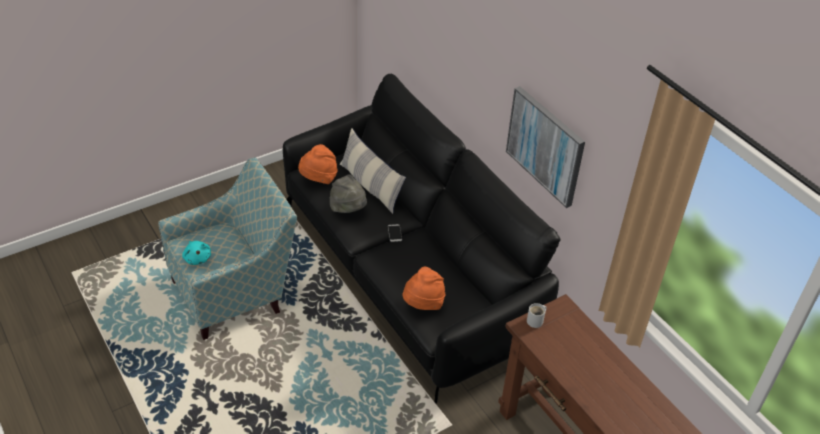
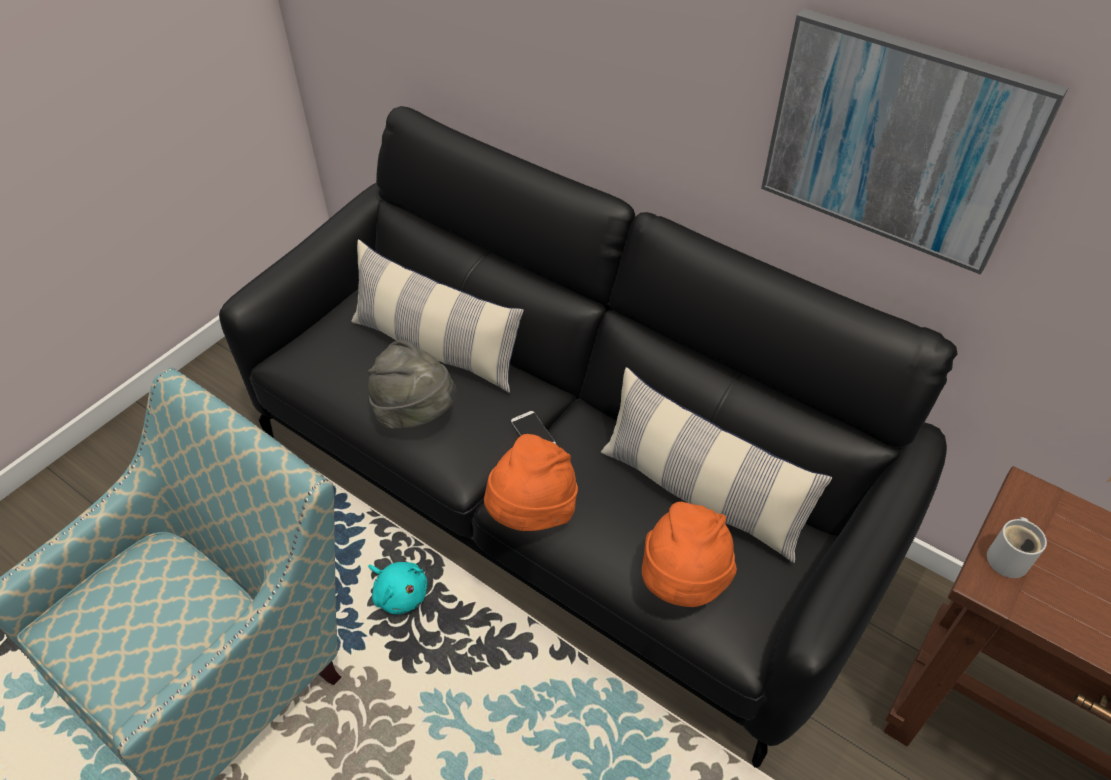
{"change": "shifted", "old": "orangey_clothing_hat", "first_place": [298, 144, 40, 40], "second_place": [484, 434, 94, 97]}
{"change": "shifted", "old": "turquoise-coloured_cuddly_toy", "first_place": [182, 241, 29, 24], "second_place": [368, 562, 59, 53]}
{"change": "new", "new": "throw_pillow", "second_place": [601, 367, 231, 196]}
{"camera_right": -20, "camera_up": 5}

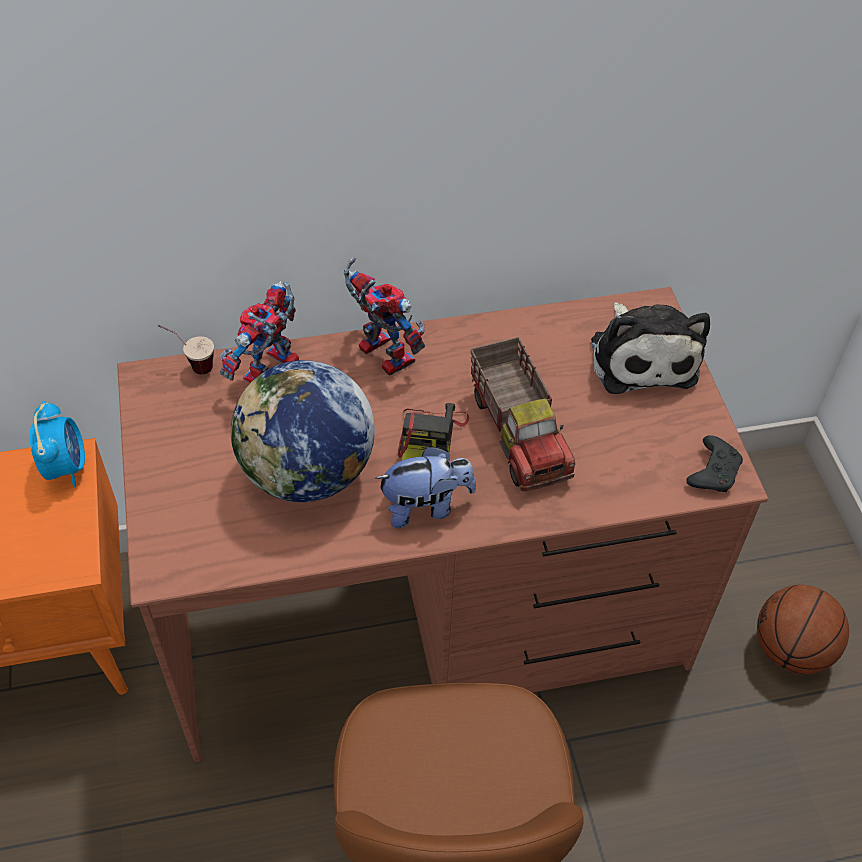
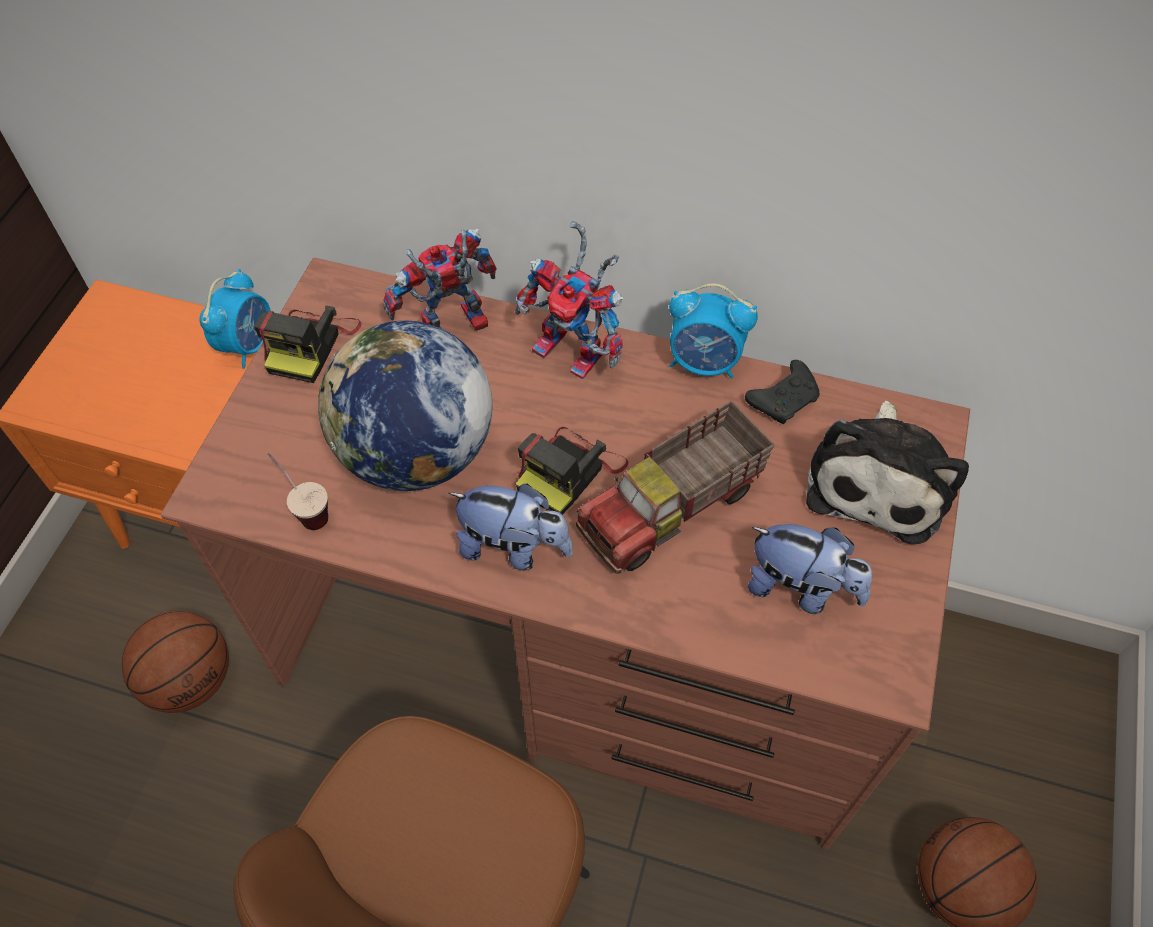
{"change": "rotated", "old": "toy_robot", "first_place": [344, 257, 81, 119], "second_place": [515, 221, 109, 158], "degrees": 135}
{"change": "shifted", "old": "cup", "first_place": [158, 325, 56, 49], "second_place": [267, 452, 61, 78]}
{"change": "rotated", "old": "toy_lorry", "first_place": [471, 337, 104, 154], "second_place": [576, 401, 199, 173], "degrees": 45}
{"change": "shifted", "old": "blackish_gamepad", "first_place": [686, 435, 57, 57], "second_place": [745, 360, 75, 64]}
{"change": "new", "new": "alarm_clock", "second_place": [669, 283, 89, 96]}
{"change": "new", "new": "still_camera", "second_place": [254, 305, 107, 78]}
{"change": "new", "new": "cuddly_toy", "second_place": [748, 524, 124, 90]}
{"change": "new", "new": "ball_for_basketball", "second_place": [122, 611, 107, 102]}
{"camera_right": 30, "camera_up": 5}

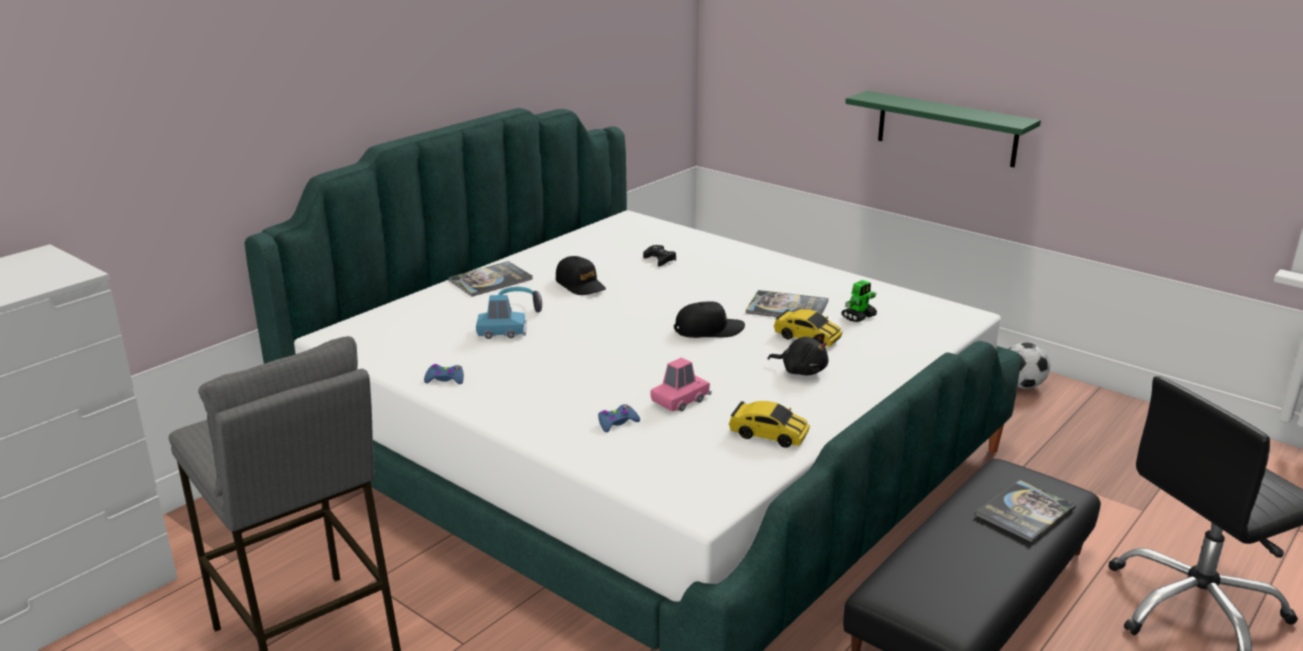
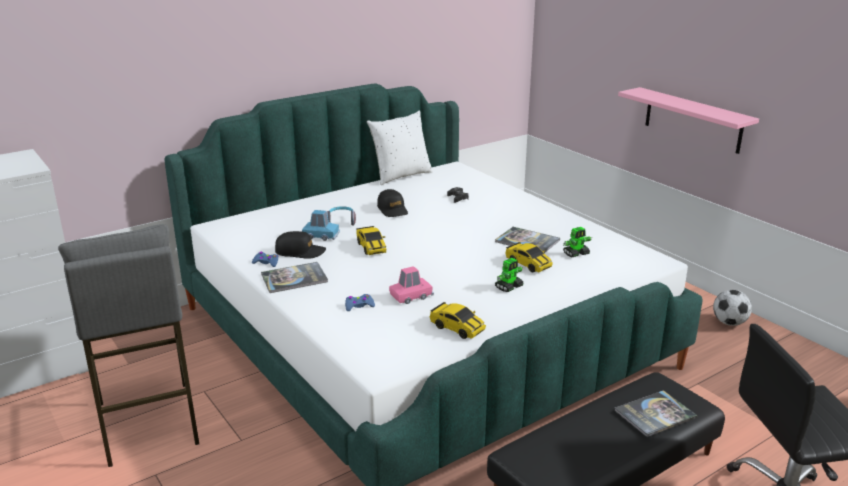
{"change": "repainted", "old": "greenish_bracket_shelf", "new": "pinkish_bracket_shelf", "first_place": [845, 91, 196, 76], "second_place": [618, 87, 141, 67]}
{"change": "shifted", "old": "volume", "first_place": [448, 261, 85, 35], "second_place": [261, 262, 67, 31]}
{"change": "shifted", "old": "blackish_cap", "first_place": [674, 301, 71, 37], "second_place": [275, 231, 51, 28]}
{"change": "swapped", "old": "blackish_cuddly_toy", "new": "toy_robot", "first_place": [768, 333, 60, 42], "second_place": [495, 258, 29, 34]}
{"change": "new", "new": "white-coloured_throw_pillow", "second_place": [367, 110, 66, 75]}
{"change": "new", "new": "model_car", "second_place": [356, 226, 30, 29]}
{"camera_right": 15, "camera_up": 0}

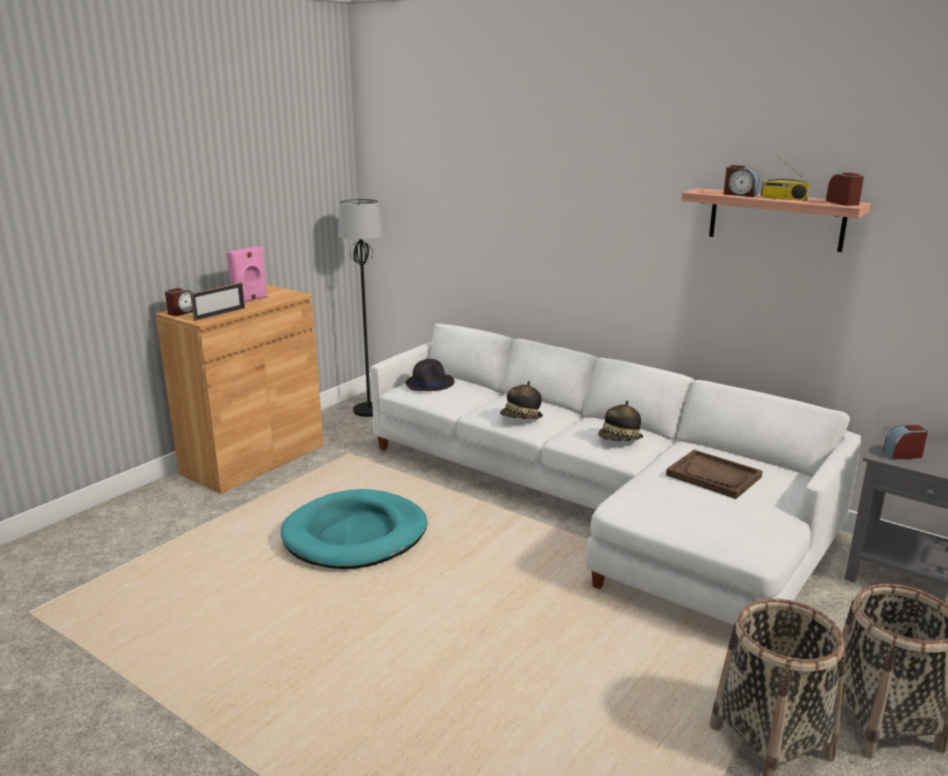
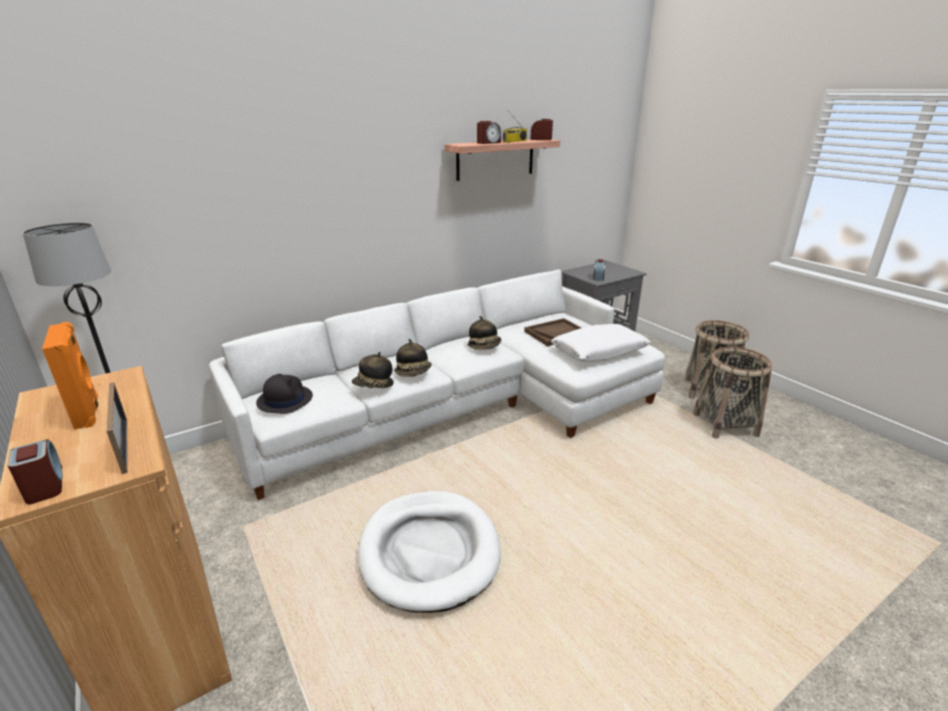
{"change": "repainted", "old": "pinkish_audio_speaker", "new": "orangey_audio_speaker", "first_place": [227, 246, 41, 56], "second_place": [42, 322, 56, 108]}
{"change": "repainted", "old": "turquoise-coloured_dog_cushion", "new": "white-coloured_dog_cushion", "first_place": [281, 489, 147, 80], "second_place": [358, 491, 143, 122]}
{"change": "new", "new": "white-coloured_throw_pillow", "second_place": [551, 324, 100, 38]}
{"change": "new", "new": "clothing_hat", "second_place": [352, 352, 42, 36]}
{"camera_right": -70, "camera_up": 5}

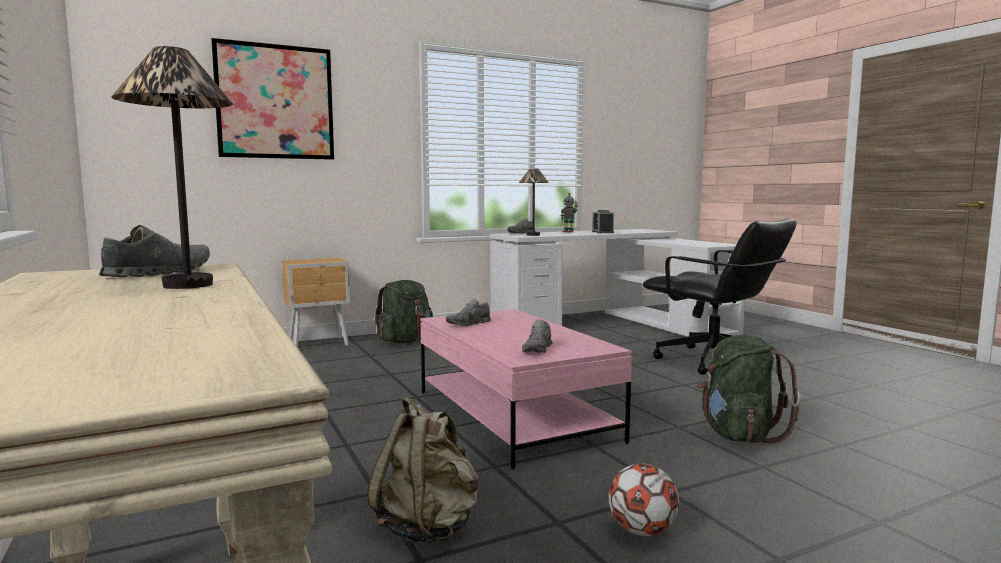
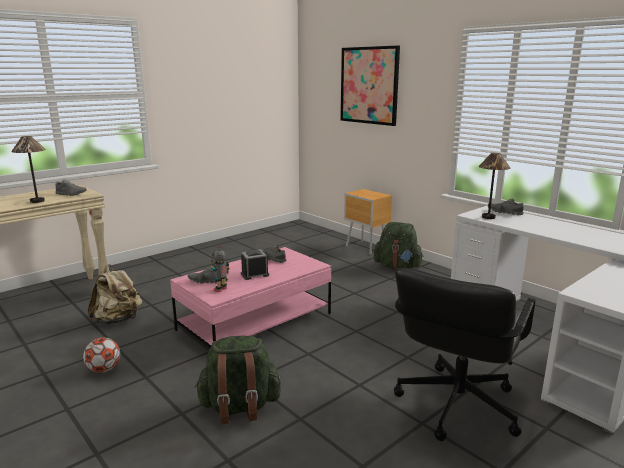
{"change": "shifted", "old": "toy_robot", "first_place": [561, 193, 17, 40], "second_place": [211, 246, 19, 46]}
{"change": "shifted", "old": "alarm_clock", "first_place": [592, 210, 22, 23], "second_place": [241, 250, 28, 30]}
{"camera_right": 75, "camera_up": 10}

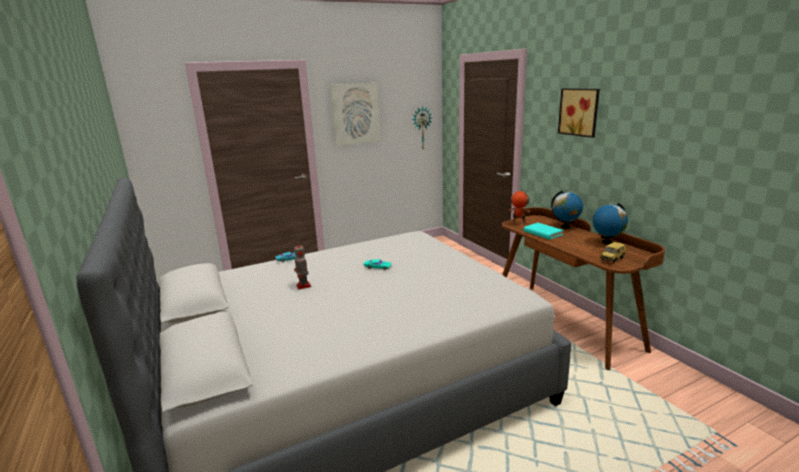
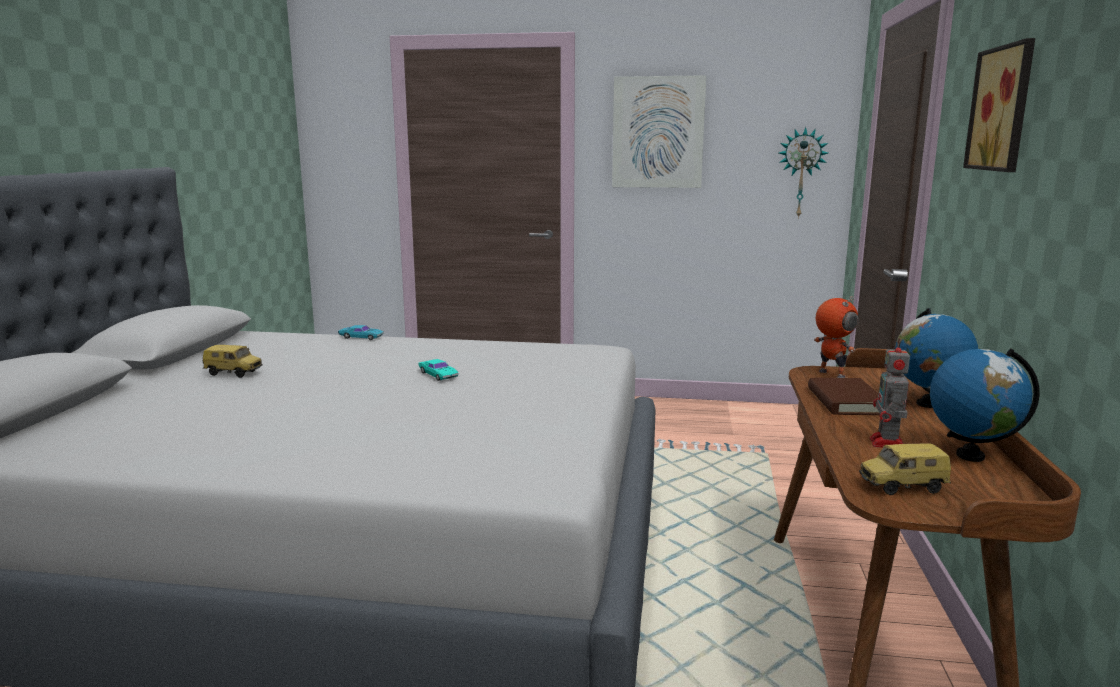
{"change": "repainted", "old": "turquoise-coloured_volume", "new": "brownish_volume", "first_place": [524, 223, 40, 17], "second_place": [808, 378, 72, 37]}
{"change": "shifted", "old": "toy_robot", "first_place": [294, 242, 17, 48], "second_place": [870, 338, 40, 110]}
{"change": "new", "new": "model_car", "second_place": [203, 345, 59, 33]}
{"camera_right": 35, "camera_up": -5}

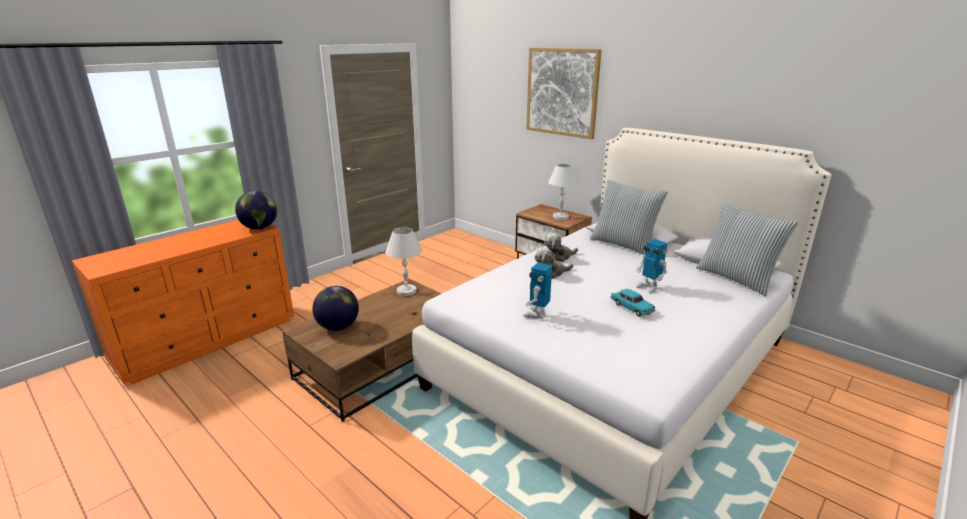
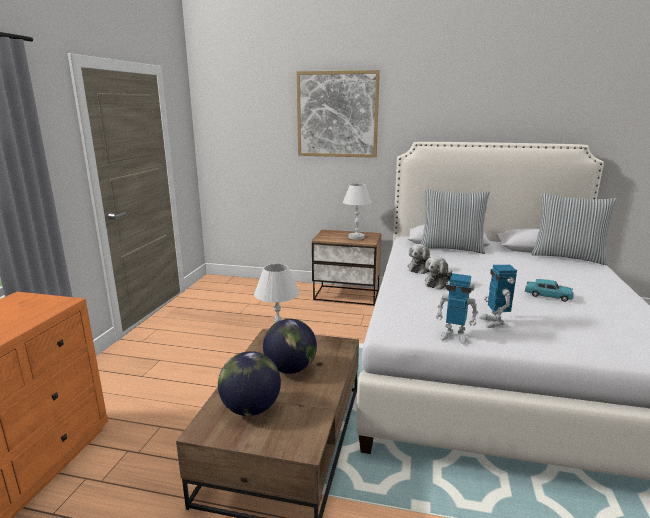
{"change": "shifted", "old": "globe", "first_place": [235, 191, 42, 38], "second_place": [263, 319, 54, 55]}
{"change": "shifted", "old": "toy_robot", "first_place": [636, 239, 32, 55], "second_place": [436, 273, 42, 72]}
{"camera_right": -30, "camera_up": -5}

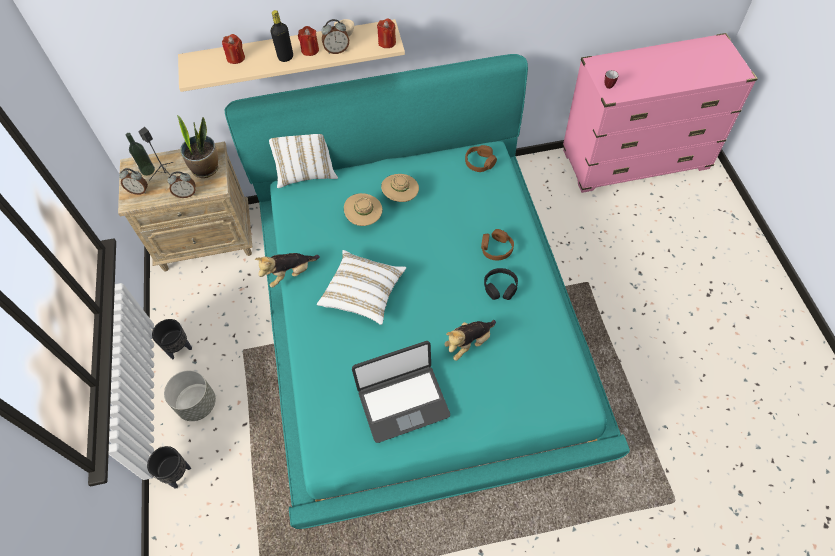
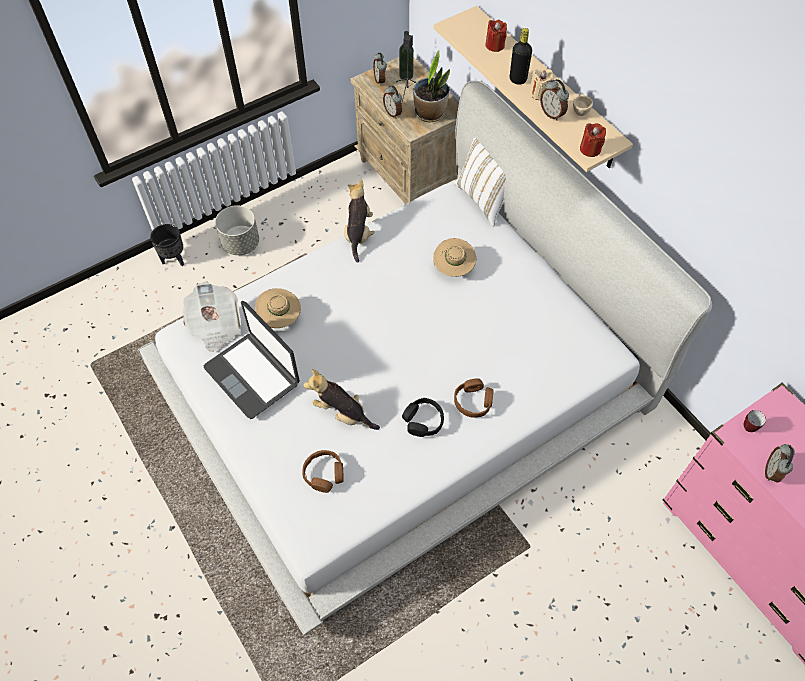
{"change": "repainted", "old": "reddish_candle", "new": "sand-coloured_candle", "first_place": [298, 26, 21, 30], "second_place": [529, 67, 25, 33]}
{"change": "repainted", "old": "turquoise-coloured_bedroom_bed", "new": "white-coloured_bedroom_bed", "first_place": [225, 54, 405, 475], "second_place": [138, 81, 574, 555]}
{"change": "shifted", "old": "brownish_headphones", "first_place": [465, 145, 32, 27], "second_place": [302, 450, 42, 43]}
{"change": "shifted", "old": "sand-coloured_clothing_hat", "first_place": [381, 174, 38, 28], "second_place": [255, 288, 46, 40]}
{"change": "gone", "old": "white-coloured_throw_pillow", "first_place": [317, 250, 89, 75]}
{"change": "rotated", "old": "cuddly_toy", "first_place": [255, 253, 65, 34], "second_place": [344, 179, 31, 84], "degrees": 60}
{"change": "gone", "old": "blackish_plant_pot", "first_place": [152, 319, 40, 40]}
{"change": "new", "new": "daily_paper", "second_place": [183, 282, 58, 70]}
{"change": "new", "new": "alarm_clock", "second_place": [765, 444, 30, 39]}
{"camera_right": 65, "camera_up": 0}

